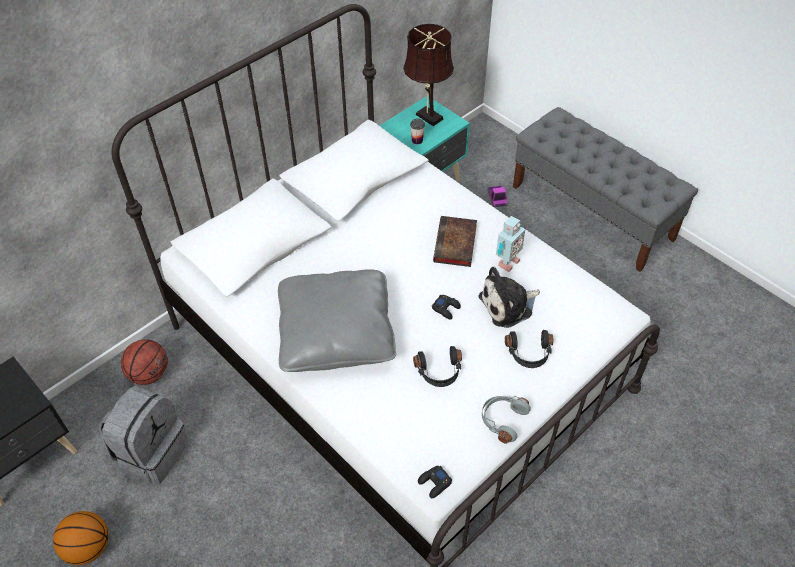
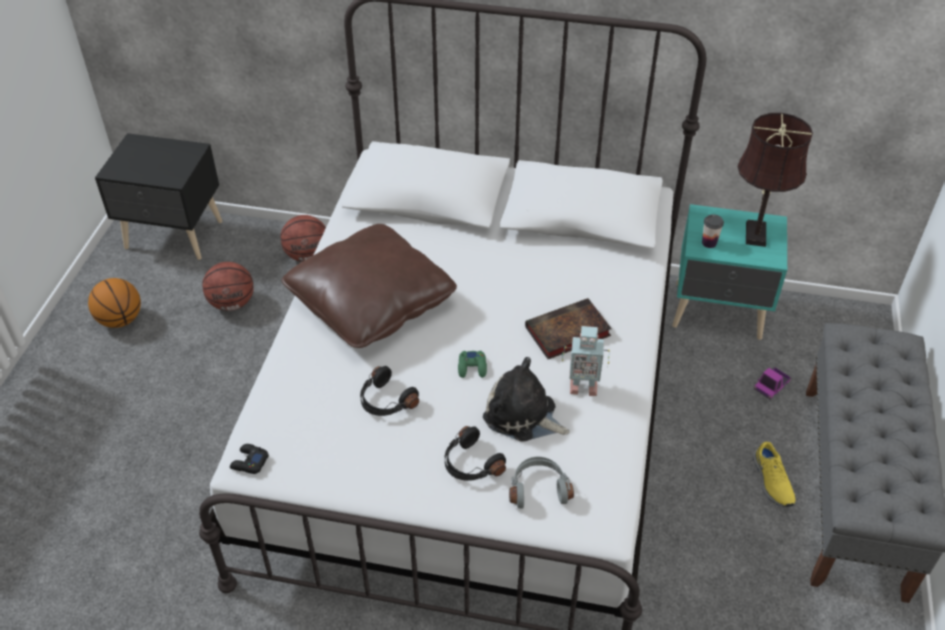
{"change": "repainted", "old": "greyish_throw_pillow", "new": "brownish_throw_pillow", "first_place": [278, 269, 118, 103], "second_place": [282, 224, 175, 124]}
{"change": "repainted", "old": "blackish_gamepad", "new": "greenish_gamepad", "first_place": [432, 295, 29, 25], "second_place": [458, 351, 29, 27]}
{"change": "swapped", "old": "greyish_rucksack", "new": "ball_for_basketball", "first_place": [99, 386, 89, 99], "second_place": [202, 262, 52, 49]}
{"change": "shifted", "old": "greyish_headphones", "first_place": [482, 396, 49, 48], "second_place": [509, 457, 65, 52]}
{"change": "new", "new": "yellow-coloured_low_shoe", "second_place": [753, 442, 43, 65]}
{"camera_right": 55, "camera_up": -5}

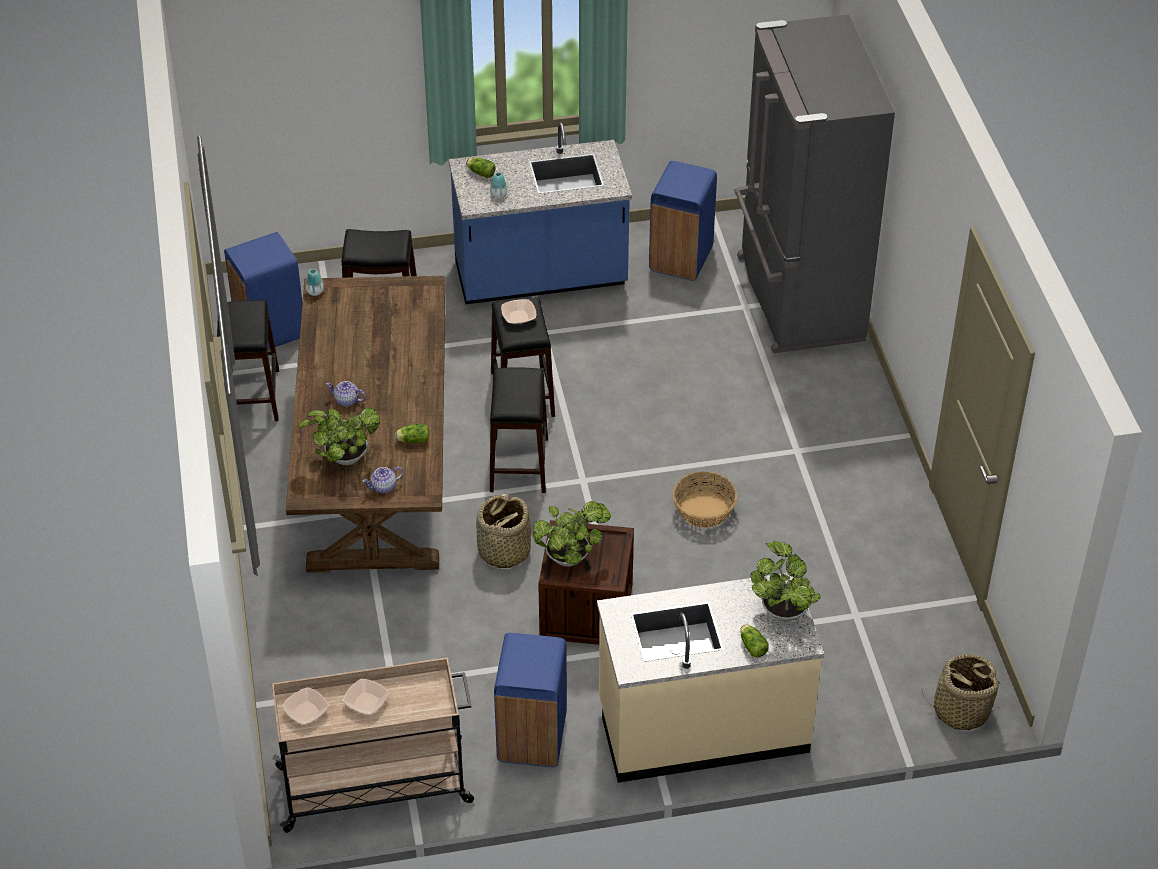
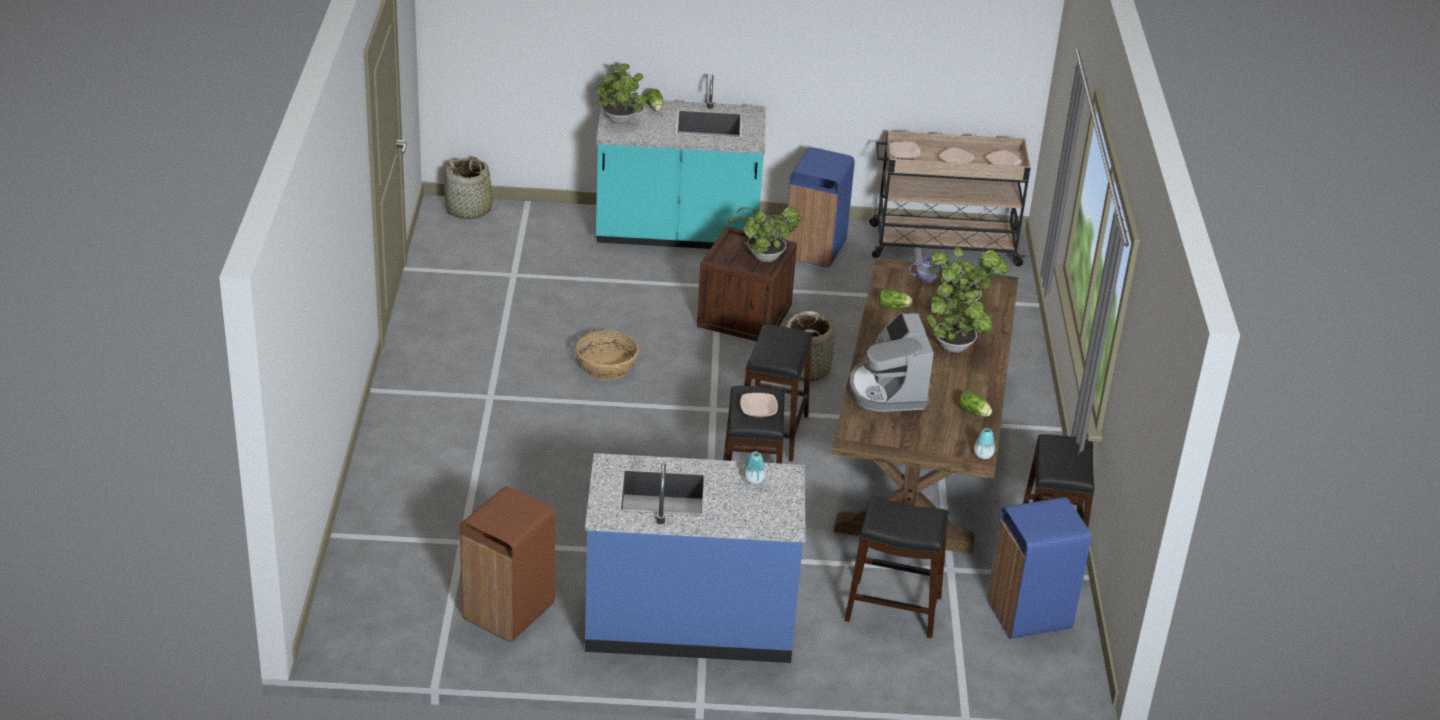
{"change": "gone", "old": "greyish_fridge", "first_place": [734, 14, 161, 339]}
{"change": "shifted", "old": "head_of_lettuce", "first_place": [466, 158, 30, 20], "second_place": [959, 391, 33, 26]}
{"change": "repainted", "old": "bluish_waste_bin", "new": "brownish_waste_bin", "first_place": [649, 161, 68, 120], "second_place": [460, 486, 95, 156]}
{"change": "swapped", "old": "teapot", "new": "houseplant", "first_place": [326, 381, 40, 26], "second_place": [926, 284, 68, 69]}
{"change": "repainted", "old": "sand-coloured_kitchen_base_unit", "new": "turquoise-coloured_kitchen_base_unit", "first_place": [597, 573, 227, 210], "second_place": [596, 74, 170, 175]}
{"change": "new", "new": "bowl", "second_place": [890, 142, 31, 18]}
{"change": "new", "new": "coffee_machine", "second_place": [849, 313, 85, 99]}
{"camera_right": -170, "camera_up": -10}

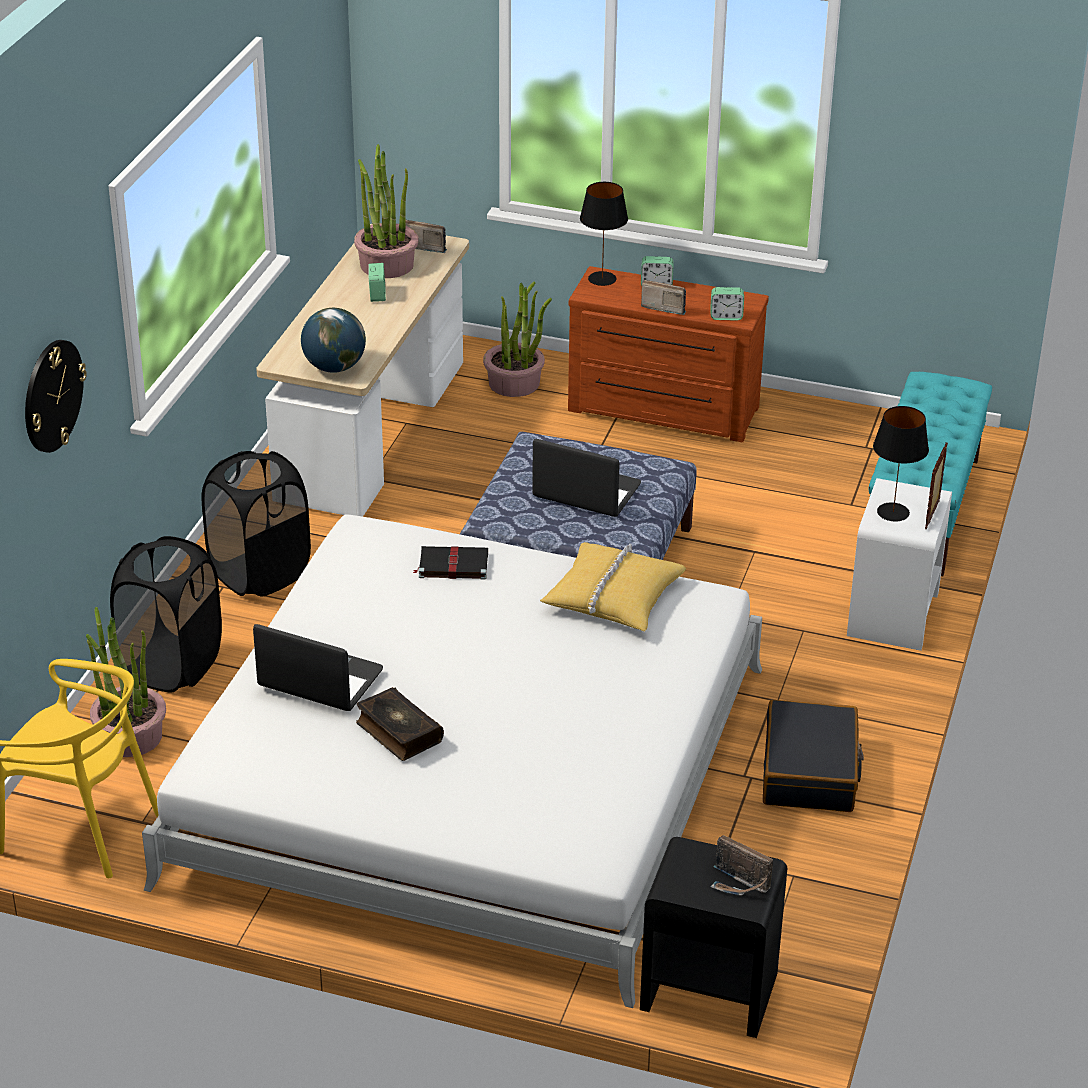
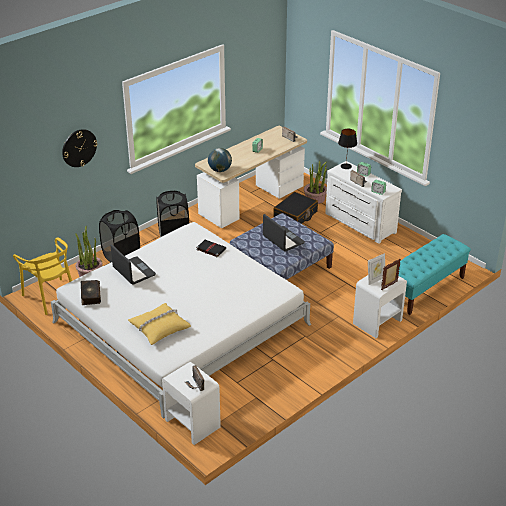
{"change": "gone", "old": "houseplant", "first_place": [354, 144, 65, 134]}
{"change": "repainted", "old": "brownish_drawer_chest", "new": "white-coloured_drawer_chest", "first_place": [568, 266, 201, 176], "second_place": [325, 161, 77, 83]}
{"change": "swapped", "old": "blackish_lamp_for_a_table", "new": "picture_frame", "first_place": [873, 406, 56, 115], "second_place": [368, 253, 17, 32]}
{"change": "shifted", "old": "yellow-coloured_throw_pillow", "first_place": [540, 542, 146, 90], "second_place": [128, 303, 63, 42]}
{"change": "shifted", "old": "volume", "first_place": [356, 687, 88, 74], "second_place": [81, 280, 20, 25]}
{"change": "shifted", "old": "blackish_piece_of_luggage", "first_place": [763, 700, 101, 112], "second_place": [273, 192, 45, 32]}
{"change": "repainted", "old": "blackish_bedside_table", "new": "white-coloured_bedside_table", "first_place": [640, 837, 148, 201], "second_place": [162, 362, 59, 83]}
{"camera_right": 30, "camera_up": 0}

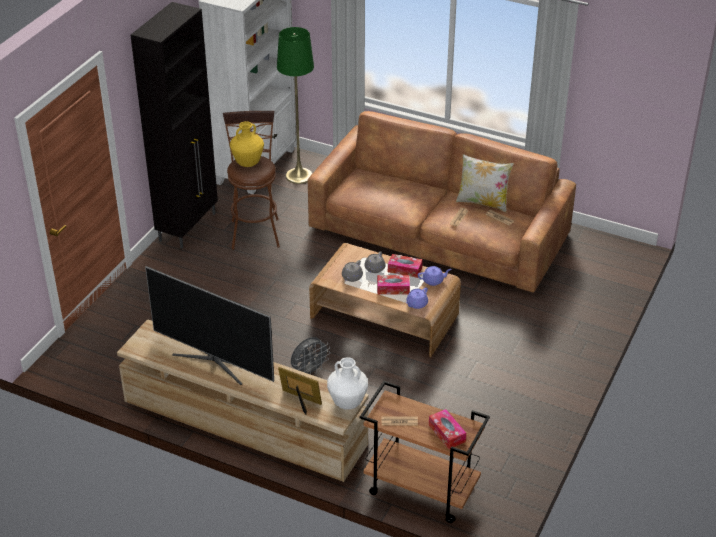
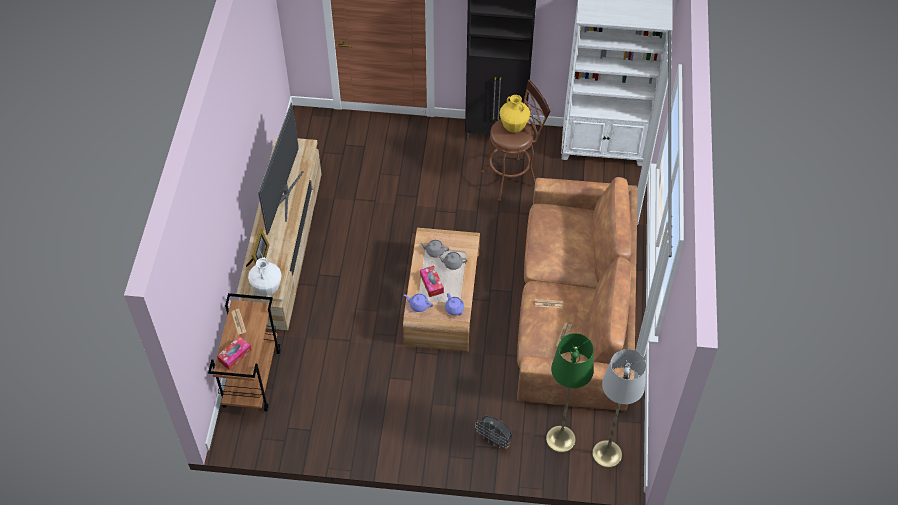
{"change": "shifted", "old": "greenish_standard_lamp", "first_place": [277, 27, 37, 157], "second_place": [546, 333, 48, 120]}
{"change": "gone", "old": "throw_pillow", "first_place": [456, 154, 58, 58]}
{"change": "gone", "old": "tissue_holder", "first_place": [388, 254, 35, 24]}
{"change": "shifted", "old": "greyish_cooling_fan", "first_place": [291, 337, 39, 38], "second_place": [475, 416, 37, 32]}
{"change": "new", "new": "greyish_standard_lamp", "second_place": [592, 349, 54, 119]}
{"camera_right": 70, "camera_up": 15}

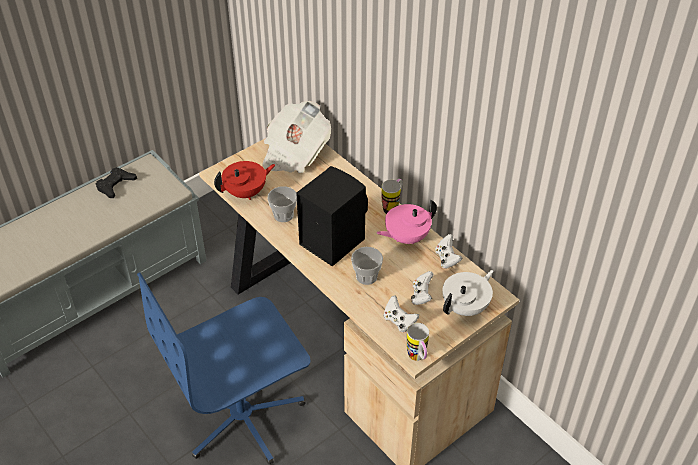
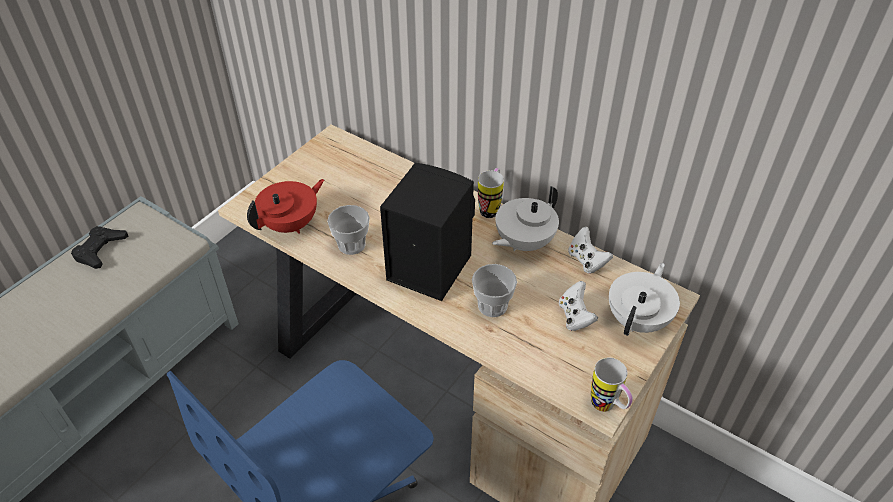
{"change": "gone", "old": "daily_paper", "first_place": [263, 101, 68, 72]}
{"change": "repainted", "old": "pinkish_teapot", "new": "white-coloured_teapot", "first_place": [377, 200, 60, 44], "second_place": [492, 186, 67, 65]}
{"change": "gone", "old": "white-coloured_gamepad", "first_place": [384, 295, 35, 37]}
{"camera_right": -15, "camera_up": 0}

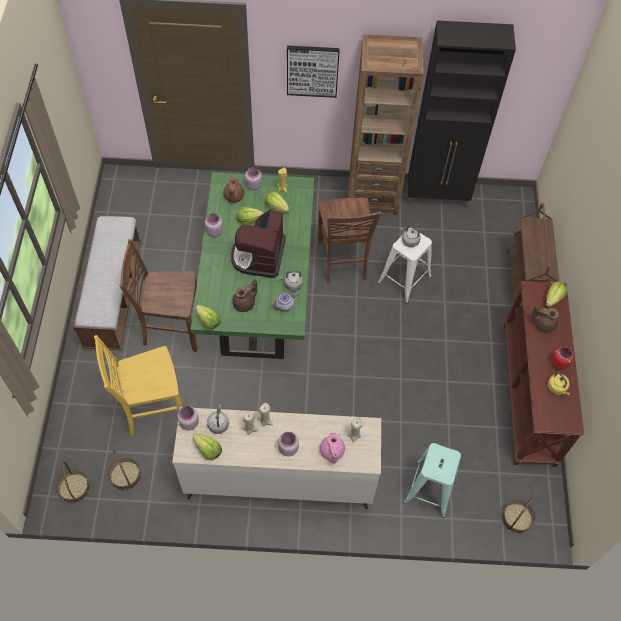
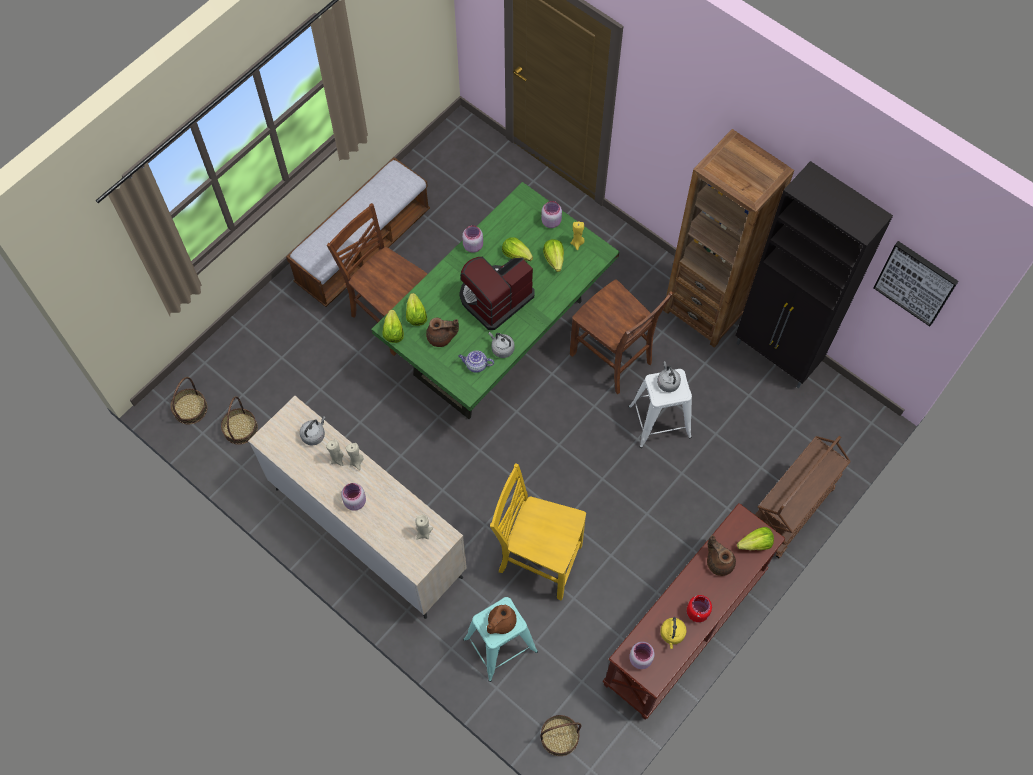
{"change": "shifted", "old": "wall_picture", "first_place": [287, 45, 53, 53], "second_place": [873, 241, 85, 85]}
{"change": "shifted", "old": "brownish_teapot", "first_place": [223, 177, 21, 26], "second_place": [487, 605, 29, 29]}
{"change": "rotated", "old": "brownish_plain_chair", "first_place": [318, 198, 63, 85], "second_place": [570, 280, 103, 114], "degrees": -75}
{"change": "shifted", "old": "yellow-coloured_plain_chair", "first_place": [94, 335, 88, 101], "second_place": [490, 463, 96, 138]}
{"change": "shifted", "old": "pinkish_preserve_jar", "first_place": [177, 406, 22, 25], "second_place": [629, 642, 26, 27]}
{"change": "shifted", "old": "head_of_lettuce", "first_place": [193, 433, 29, 27], "second_place": [406, 293, 21, 33]}
{"change": "gone", "old": "pinkish_teapot", "first_place": [320, 433, 25, 30]}
{"camera_right": 40, "camera_up": 5}

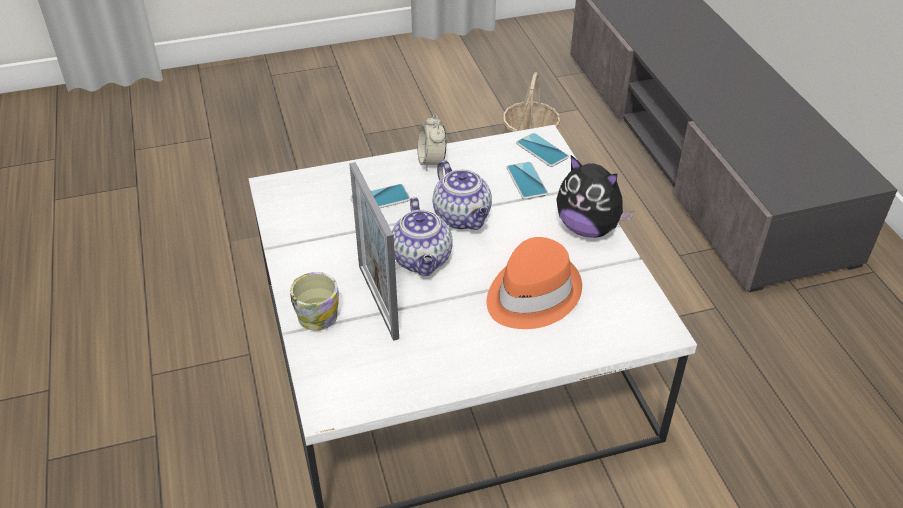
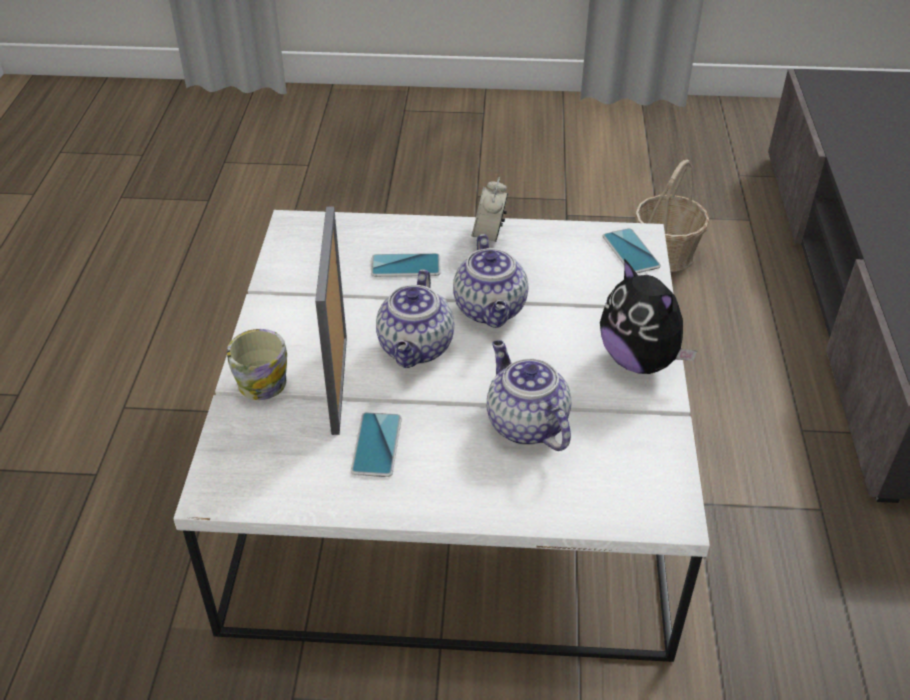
{"change": "shifted", "old": "phone", "first_place": [506, 162, 42, 37], "second_place": [351, 412, 51, 65]}
{"change": "swapped", "old": "orangey_clothing_hat", "new": "teapot", "first_place": [487, 237, 95, 92], "second_place": [487, 340, 84, 111]}
{"camera_right": 20, "camera_up": 0}

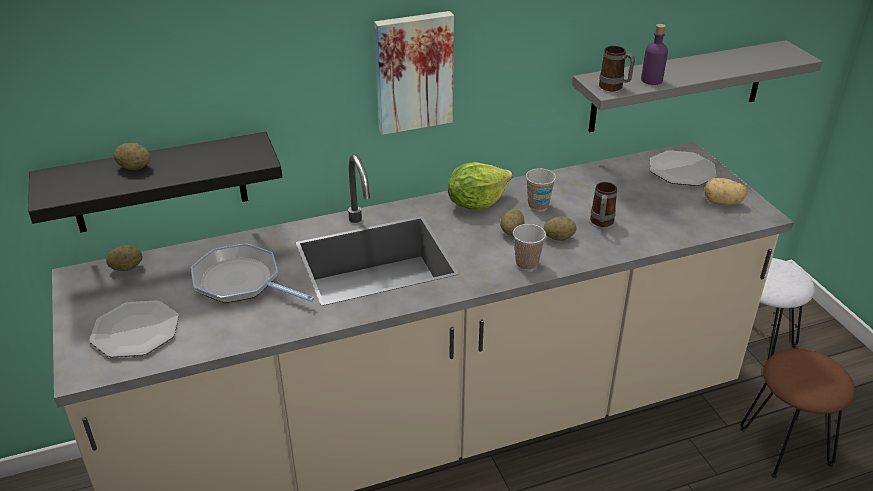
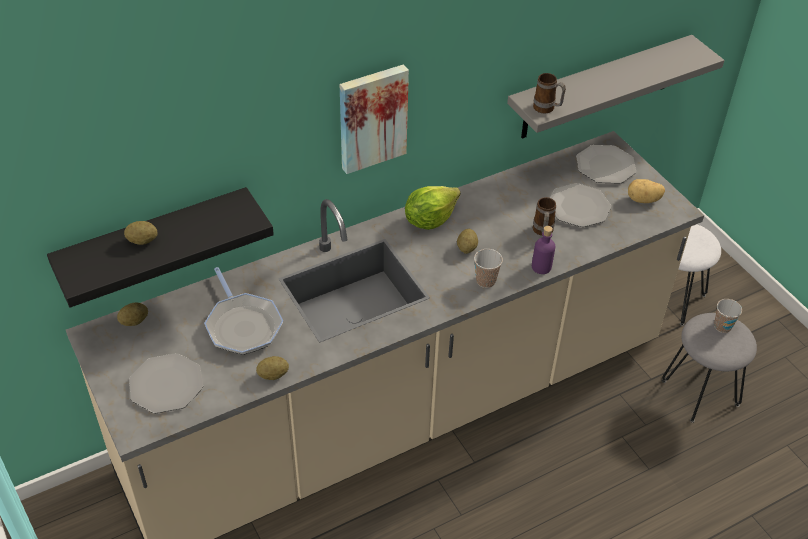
{"change": "shifted", "old": "purplish_beverage_bottle", "first_place": [641, 24, 27, 61], "second_place": [532, 226, 23, 48]}
{"change": "shifted", "old": "cup", "first_place": [526, 168, 30, 43], "second_place": [714, 299, 28, 34]}
{"change": "shifted", "old": "spud", "first_place": [544, 216, 33, 25], "second_place": [256, 356, 33, 24]}
{"change": "rotated", "old": "skillet", "first_place": [191, 243, 124, 60], "second_place": [204, 267, 79, 88], "degrees": -135}
{"change": "repainted", "old": "brownish_stool", "new": "greyish_stool", "first_place": [740, 349, 115, 129], "second_place": [662, 313, 95, 110]}
{"change": "new", "new": "flat_dish", "second_place": [550, 183, 61, 44]}
{"camera_right": -10, "camera_up": 10}

